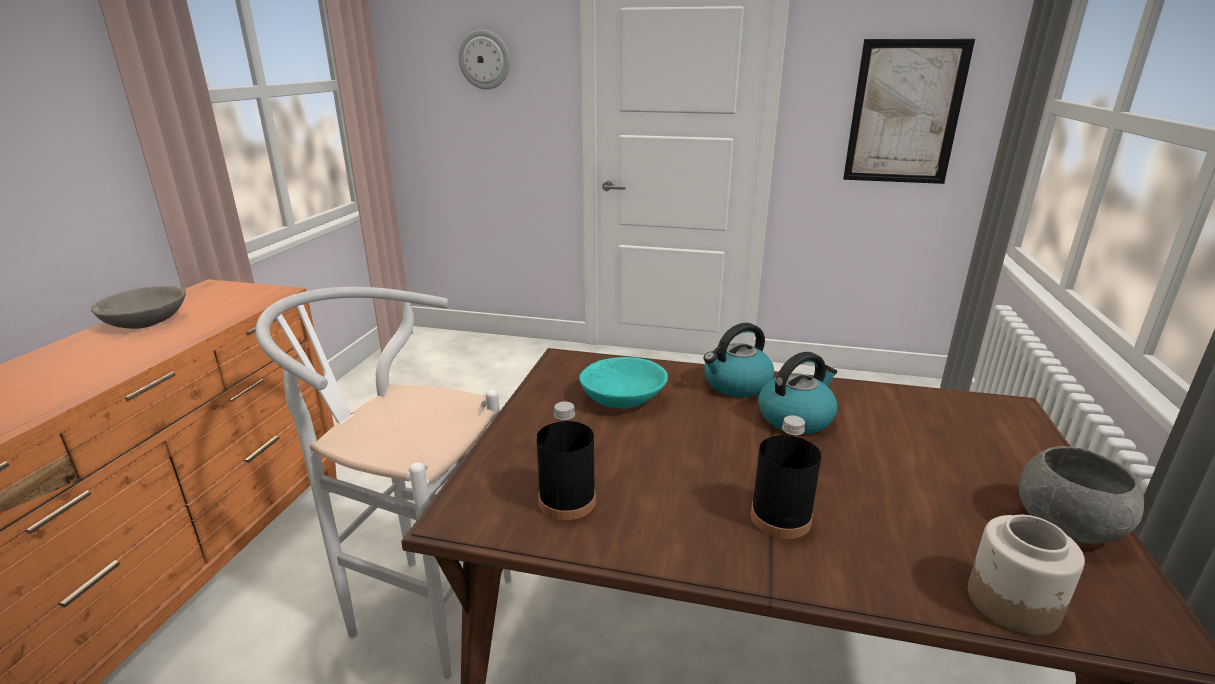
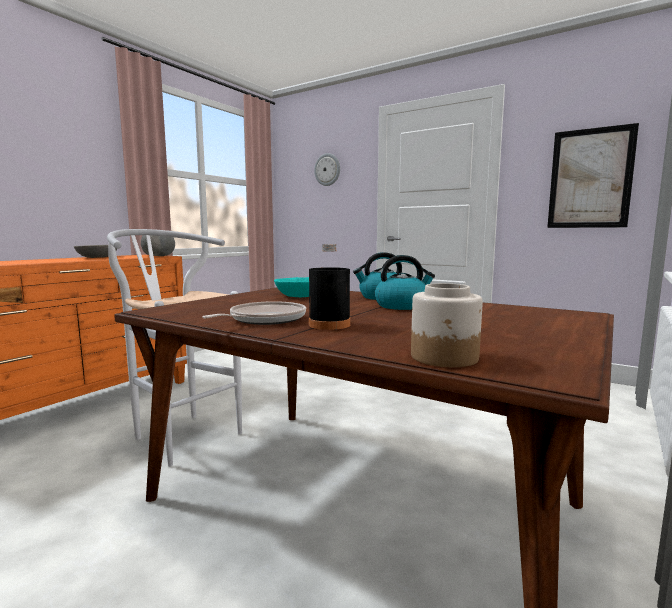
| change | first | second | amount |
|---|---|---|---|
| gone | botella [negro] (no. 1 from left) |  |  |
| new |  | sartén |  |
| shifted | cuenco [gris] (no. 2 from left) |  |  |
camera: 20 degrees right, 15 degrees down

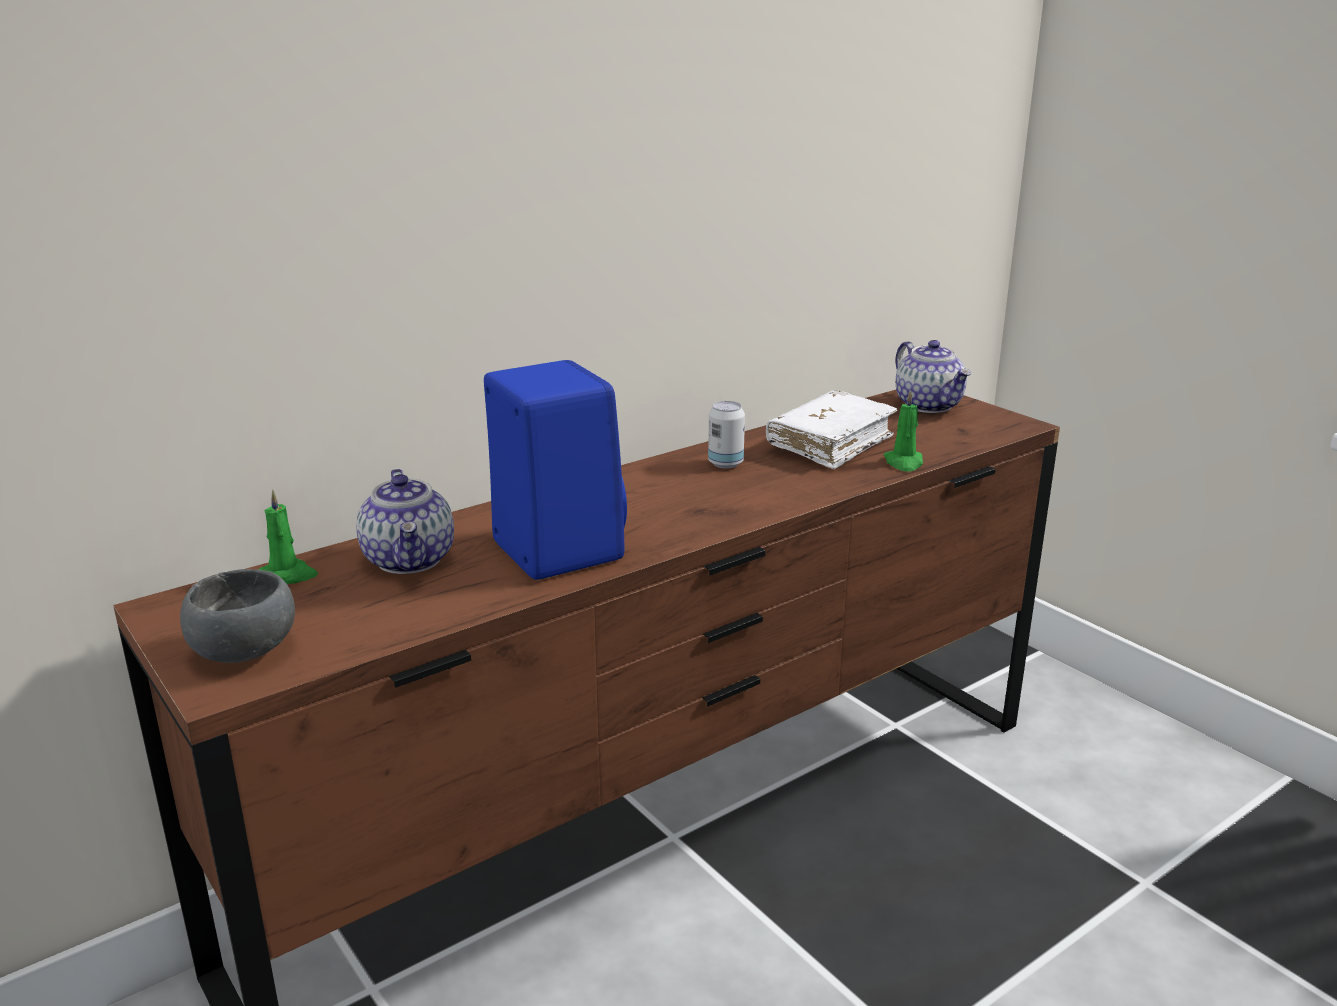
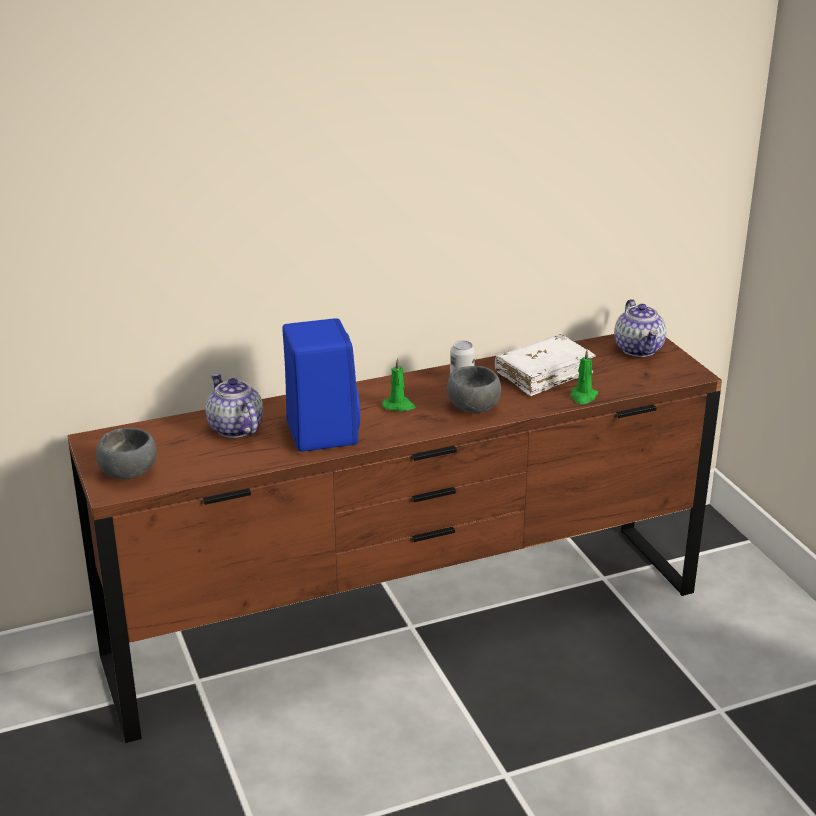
| change | first | second | amount |
|---|---|---|---|
| new |  | cuenco [gris] (no. 2 from left) |  |
| shifted | vela [verde] (no. 1 from left) |  |  |
| rotated | tetera (no. 1 from left) |  | 150 degrees clockwise |
camera: 15 degrees right, 5 degrees up

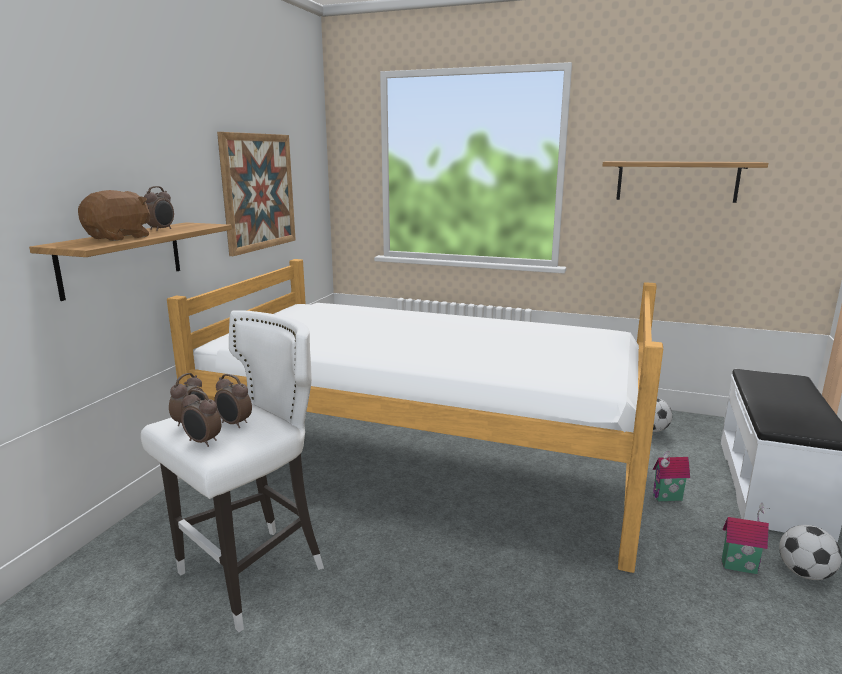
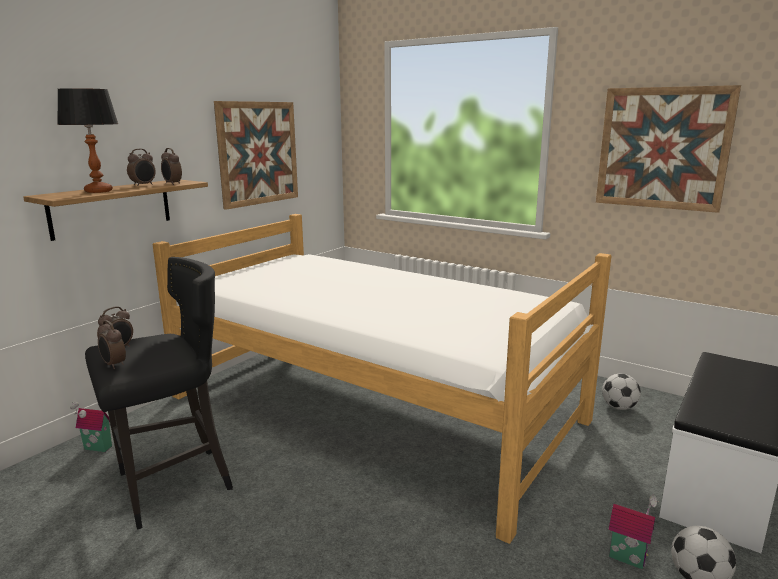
| change | first | second | amount |
|---|---|---|---|
| shifted | despertador (no. 4 from left) |  |  |
| shifted | casita (no. 1 from left) |  |  |
| swapped | peluche [marrón] | lámpara de mesa |  |
| swapped | estante (no. 2 from left) | cuadro (no. 2 from left) |  |
| repainted | taburete [blanco] | taburete [negro] |  |
camera: 15 degrees right, 0 degrees up

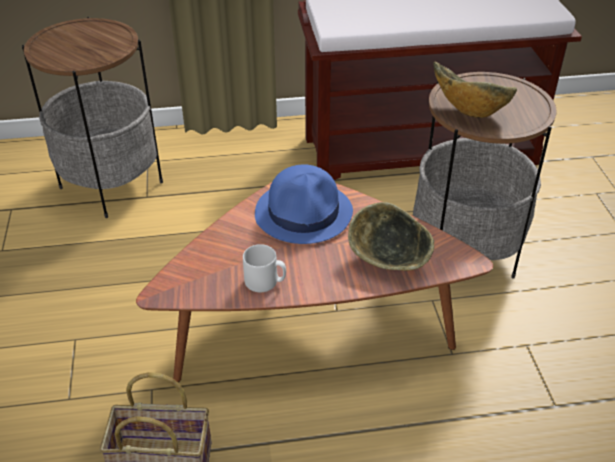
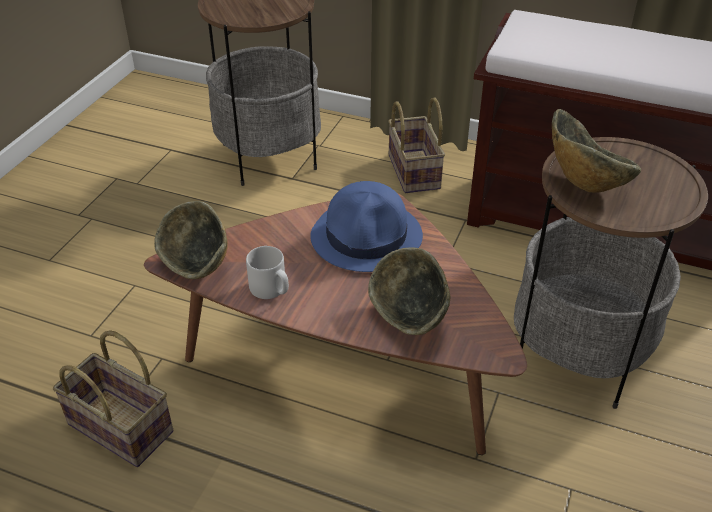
| change | first | second | amount |
|---|---|---|---|
| new |  | cuenco (no. 1 from left) |  |
| new |  | cesta (no. 2 from left) |  |
camera: 30 degrees right, 0 degrees up

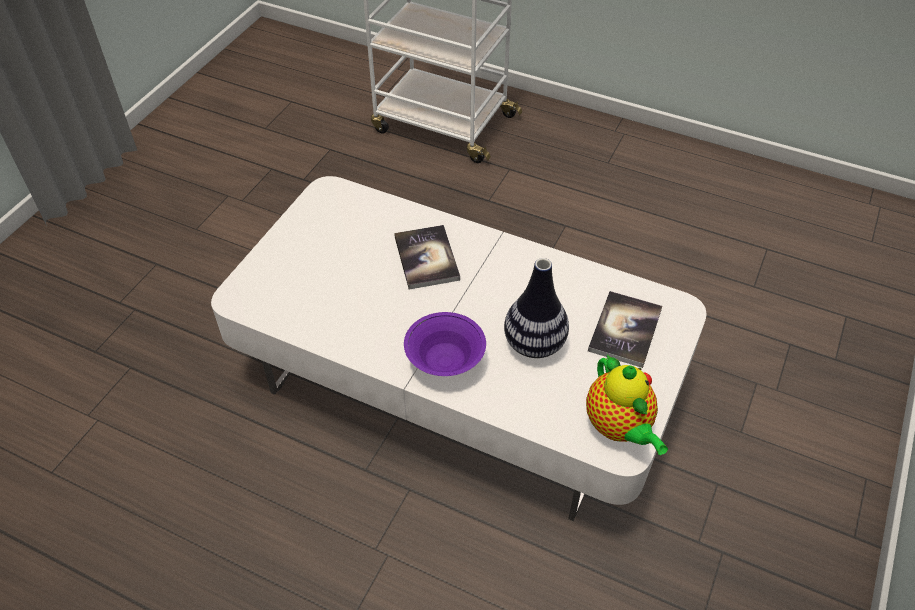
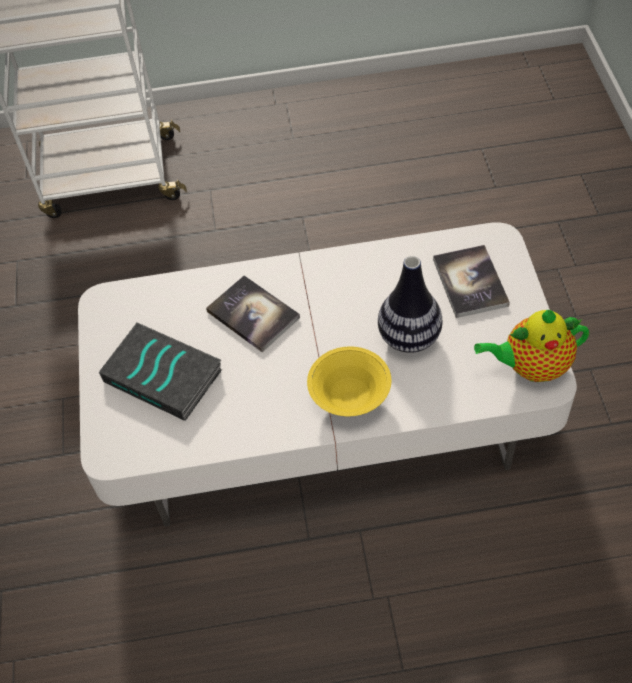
| change | first | second | amount |
|---|---|---|---|
| new |  | libro (no. 1 from left) |  |
| repainted | cuenco [morado] | cuenco [amarillo] |  |
| rotated | tetera |  | 135 degrees clockwise |
camera: 30 degrees left, 5 degrees up

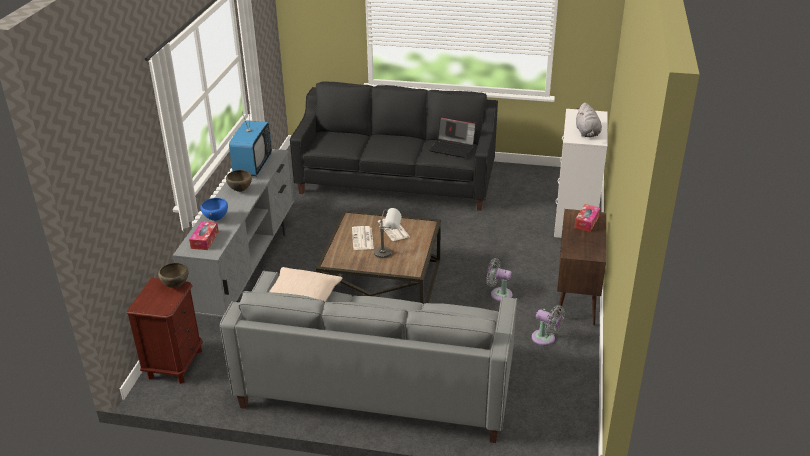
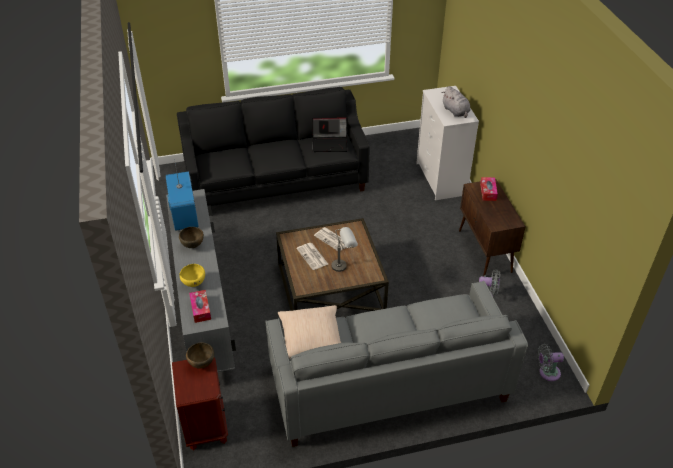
| change | first | second | amount |
|---|---|---|---|
| shifted | ventilador [gris] (no. 1 from left in the first image) | ventilador [gris] (no. 2 from left) |  |
| repainted | cuenco [azul] | cuenco [amarillo] |  |
camera: 25 degrees left, 10 degrees up

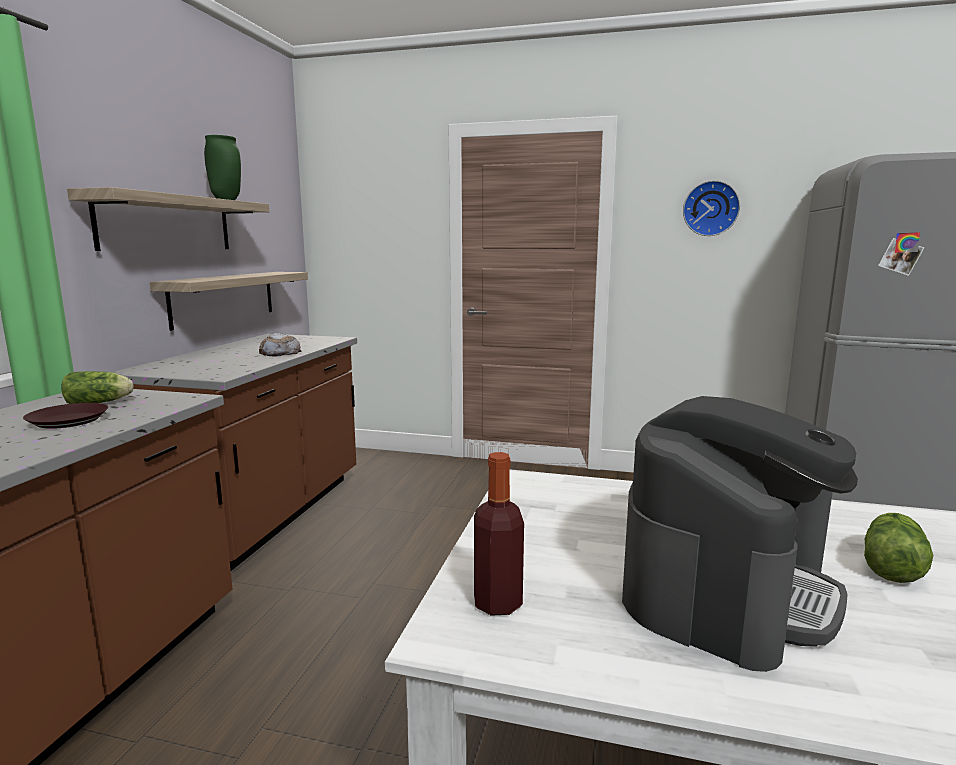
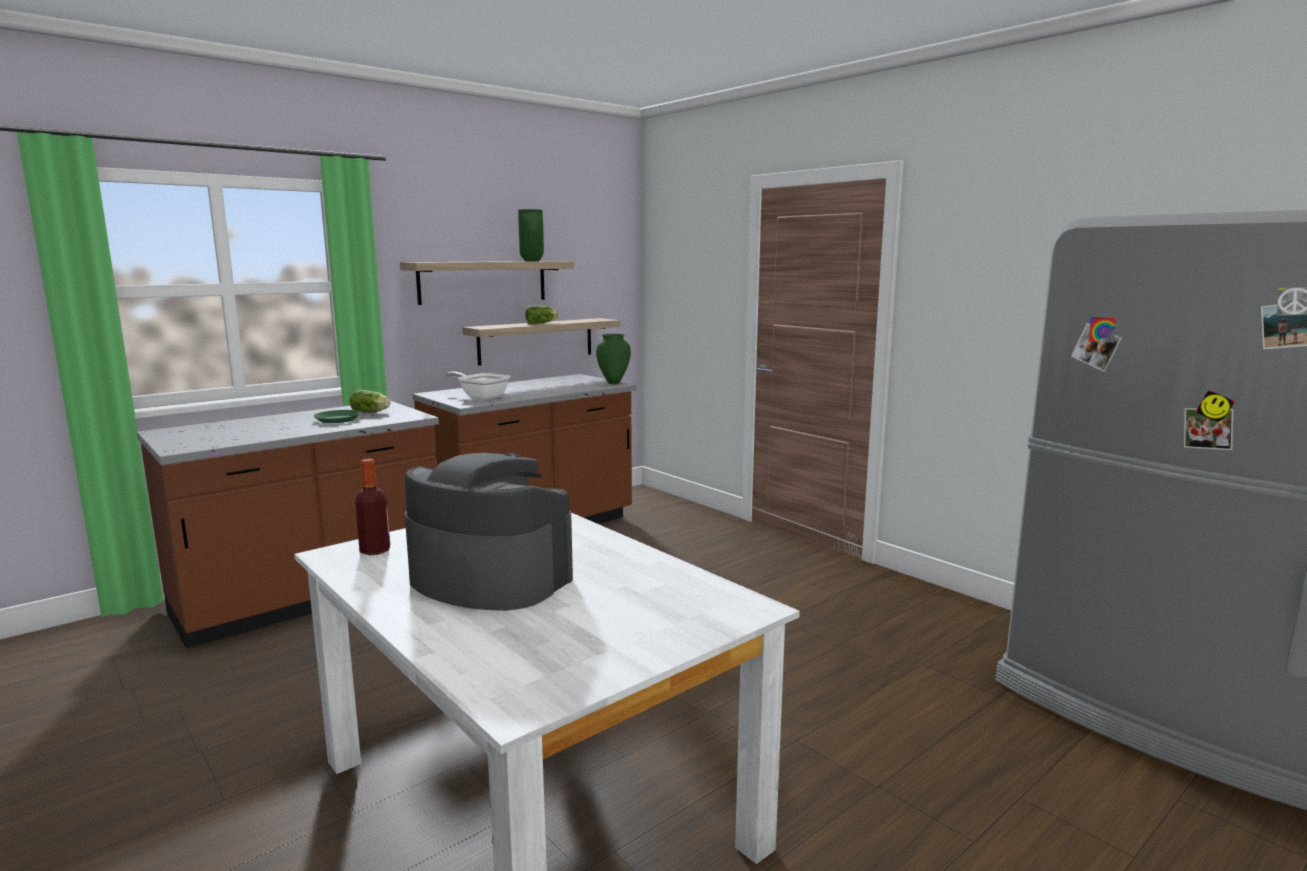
| change | first | second | amount |
|---|---|---|---|
| gone | pan |  |  |
| gone | reloj de pared |  |  |
| new |  | sartén |  |
| new |  | florero [verde] (no. 2 from left) |  |
| shifted | lechuga (no. 2 from left) |  |  |
| repainted | plato [marrón] | plato [verde] |  |
| rotated | cafetera |  | 135 degrees counterclockwise |
camera: 35 degrees right, 0 degrees up

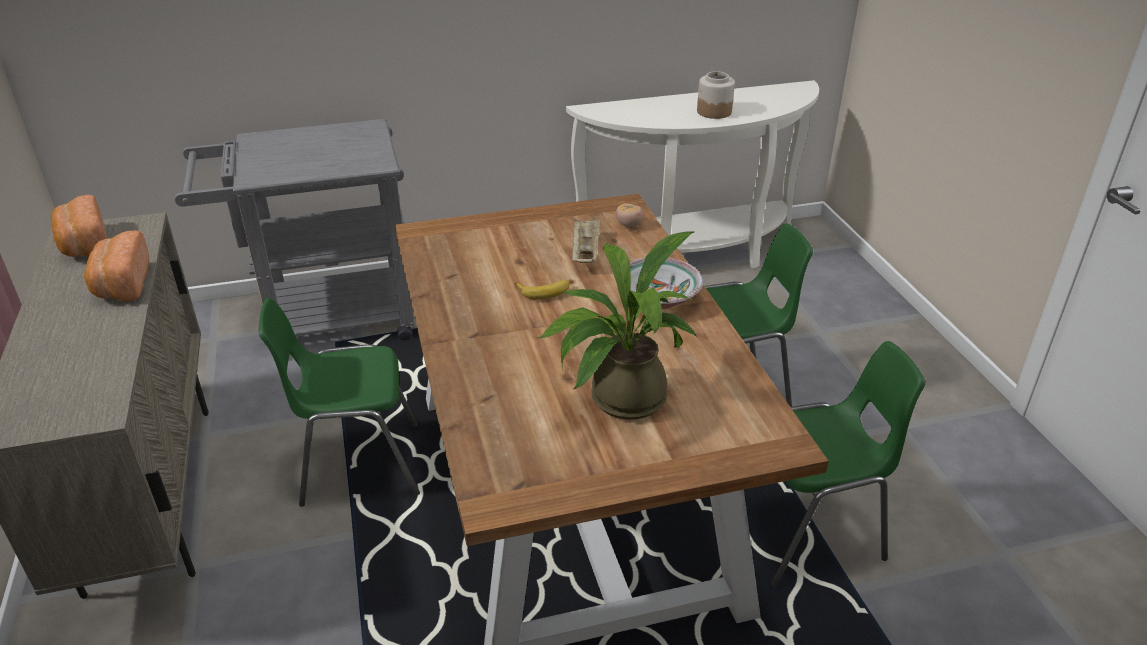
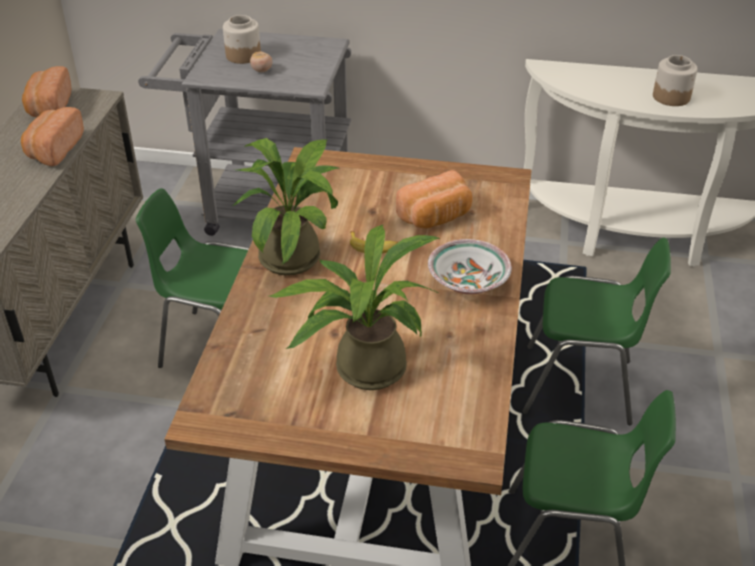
| change | first | second | amount |
|---|---|---|---|
| new |  | tarro (no. 1 from left) |  |
| new |  | planta en maceta (no. 1 from left) |  |
| shifted | tomate |  |  |
| swapped | bandeja [beis] | pan (no. 3 from left) |  |
camera: 25 degrees right, 5 degrees up

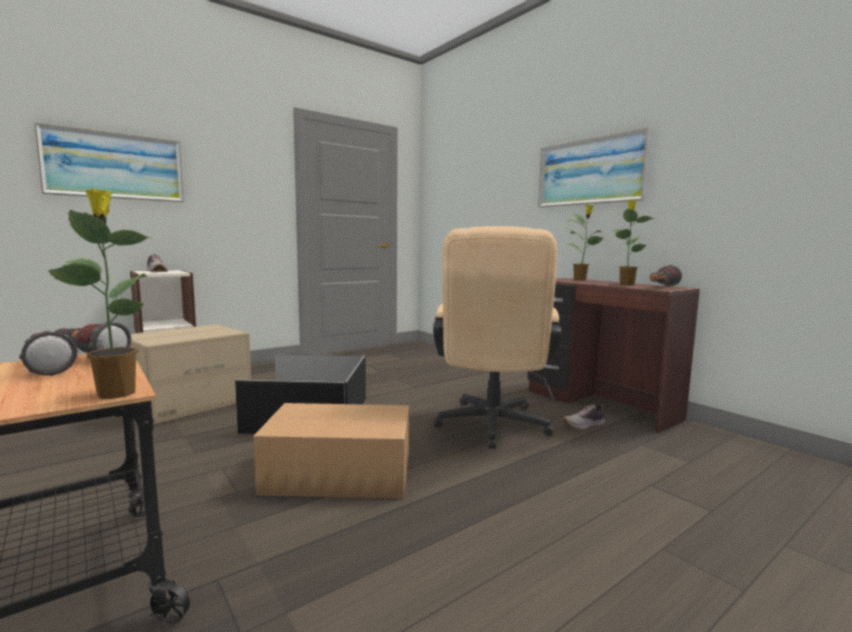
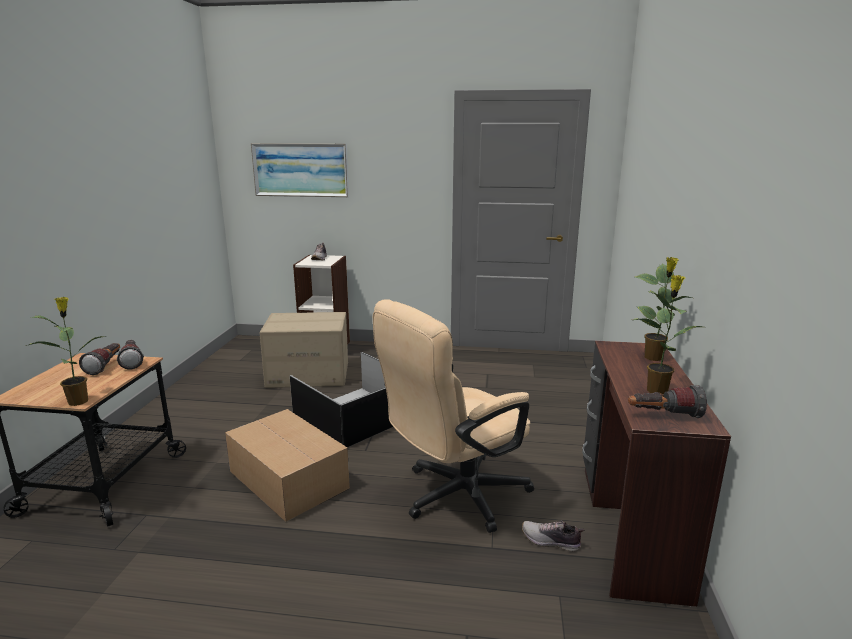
| change | first | second | amount |
|---|---|---|---|
| gone | cuadro (no. 2 from left) |  |  |
camera: 45 degrees right, 10 degrees up

